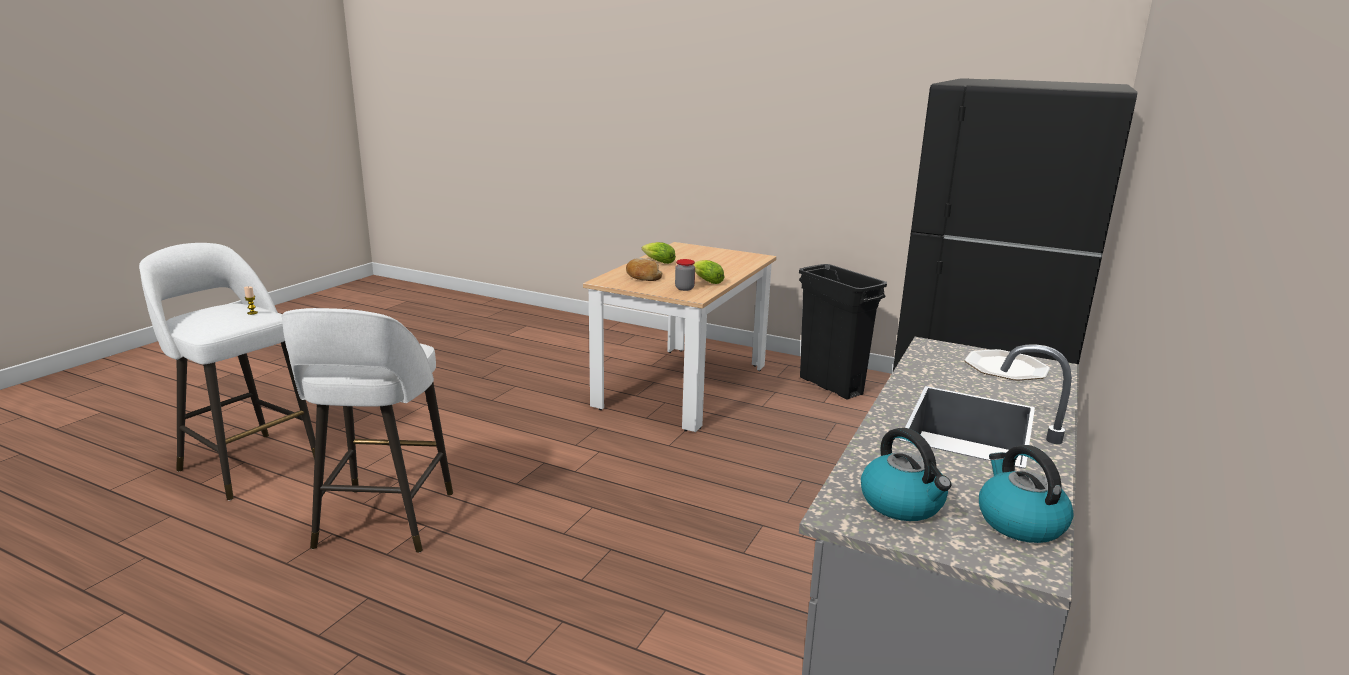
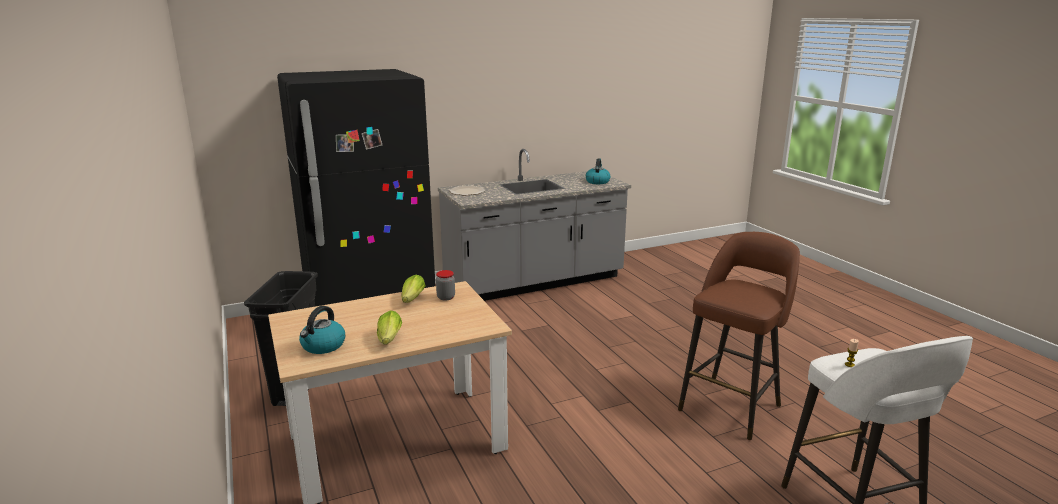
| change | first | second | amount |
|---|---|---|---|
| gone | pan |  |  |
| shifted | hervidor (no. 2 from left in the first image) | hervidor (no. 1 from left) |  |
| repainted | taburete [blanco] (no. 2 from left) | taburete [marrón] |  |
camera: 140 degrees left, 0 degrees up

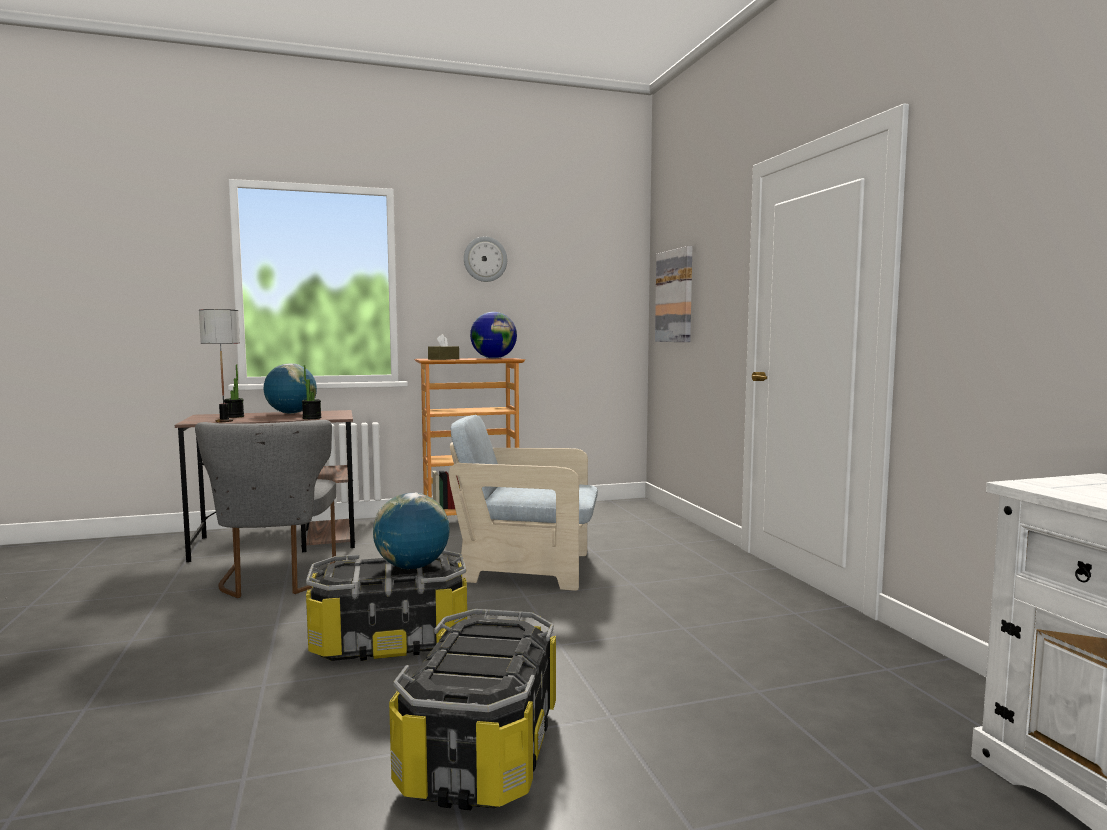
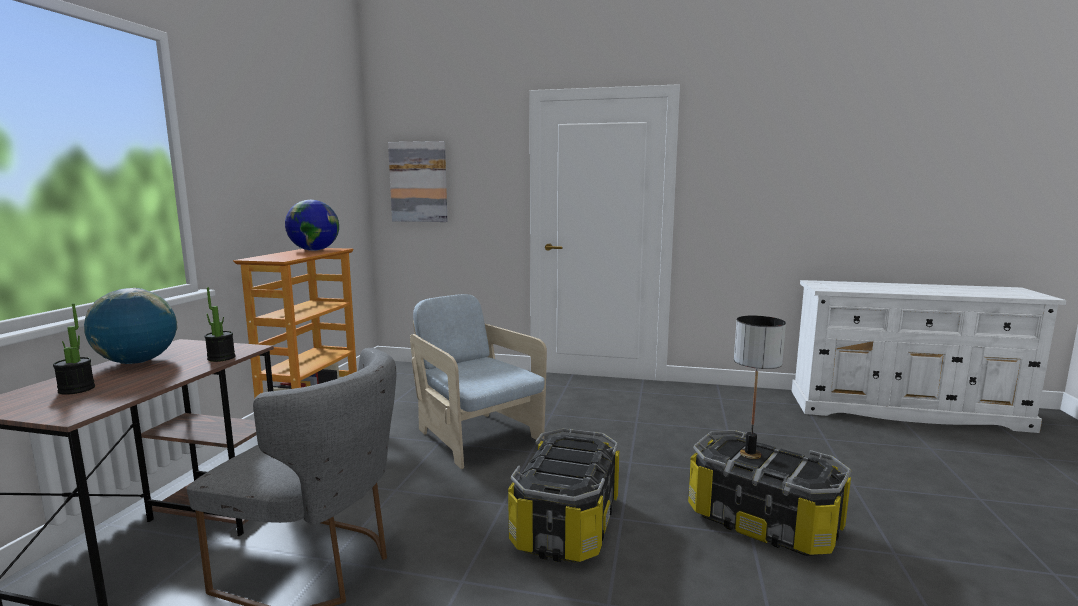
| change | first | second | amount |
|---|---|---|---|
| gone | globo terráqueo (no. 2 from left) |  |  |
| gone | caja de pañuelos [marrón] |  |  |
| gone | reloj de pared |  |  |
| shifted | lámpara de mesa |  |  |
| rotated | sillón [beis] |  | 105 degrees clockwise |
camera: 60 degrees left, 5 degrees up

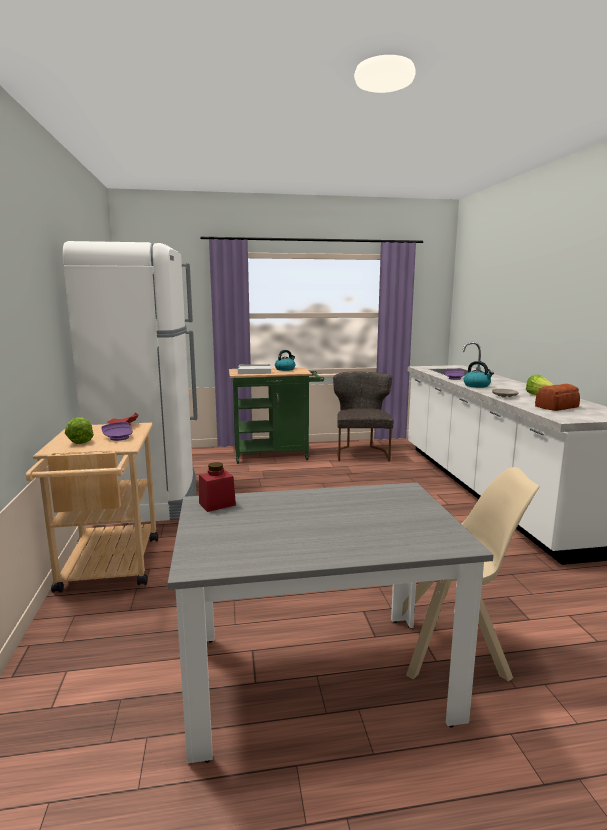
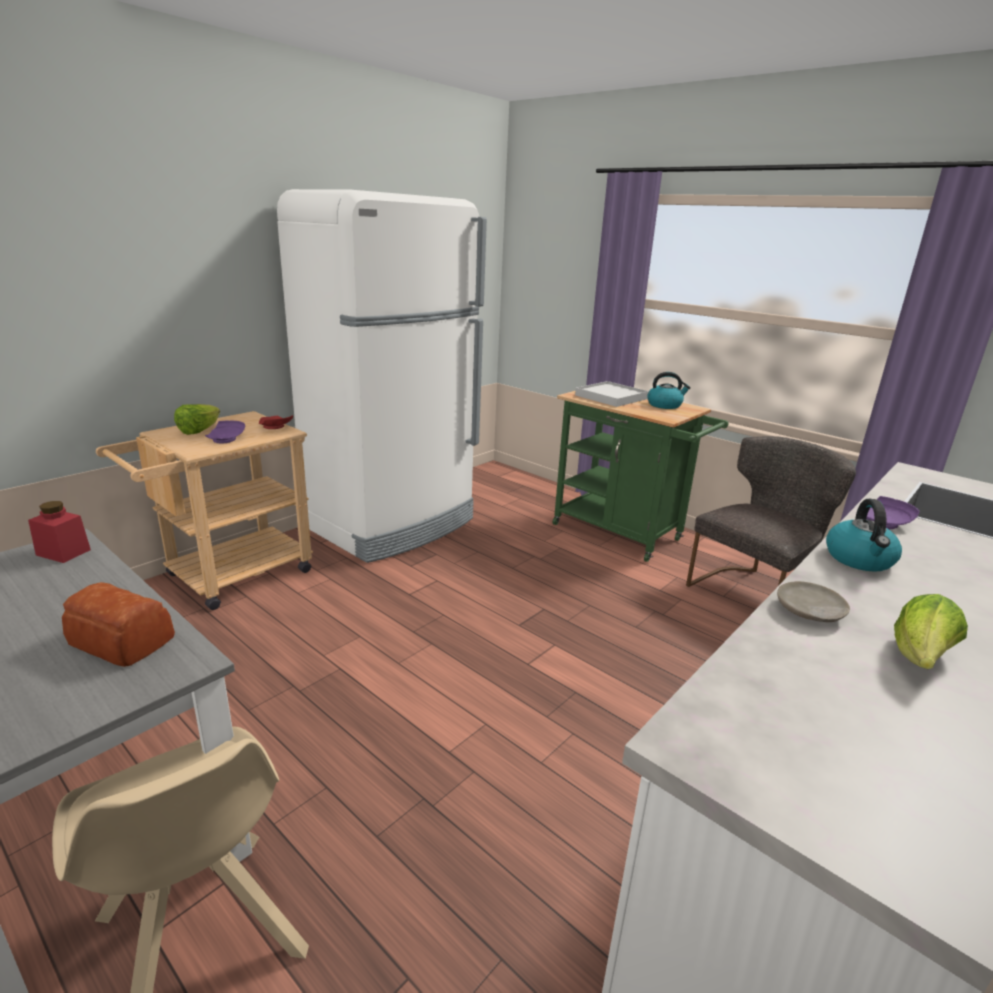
| change | first | second | amount |
|---|---|---|---|
| shifted | pan |  |  |
camera: 50 degrees right, 10 degrees up

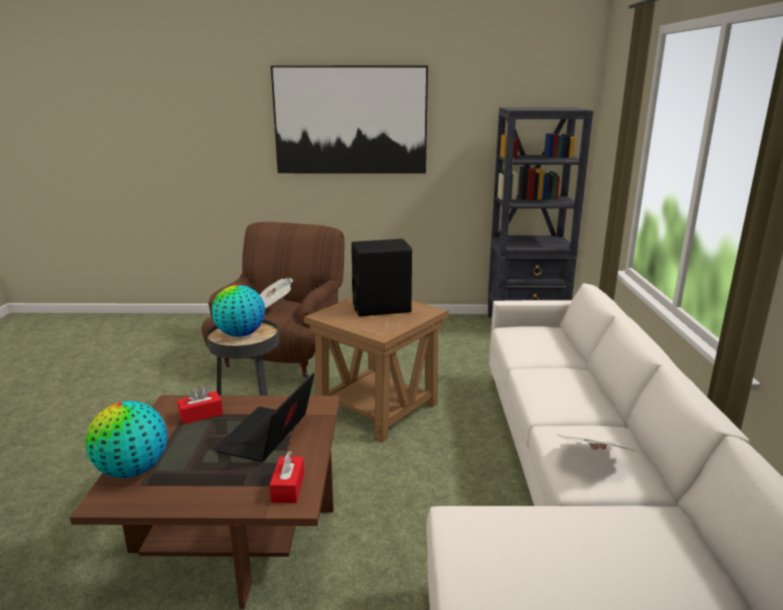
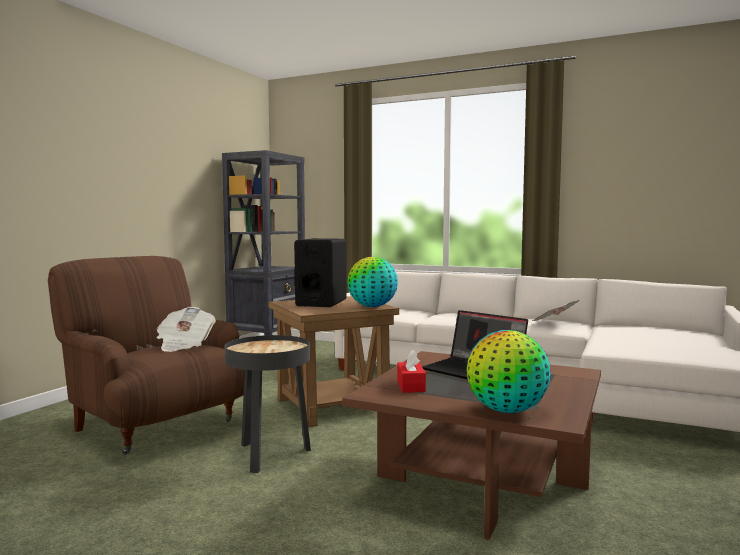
| change | first | second | amount |
|---|---|---|---|
| gone | caja de pañuelos [rojo] (no. 2 from left) |  |  |
| gone | cuadro |  |  |
| shifted | globo terráqueo (no. 2 from left in the first image) | globo terráqueo (no. 1 from left) |  |
camera: 65 degrees left, 15 degrees down

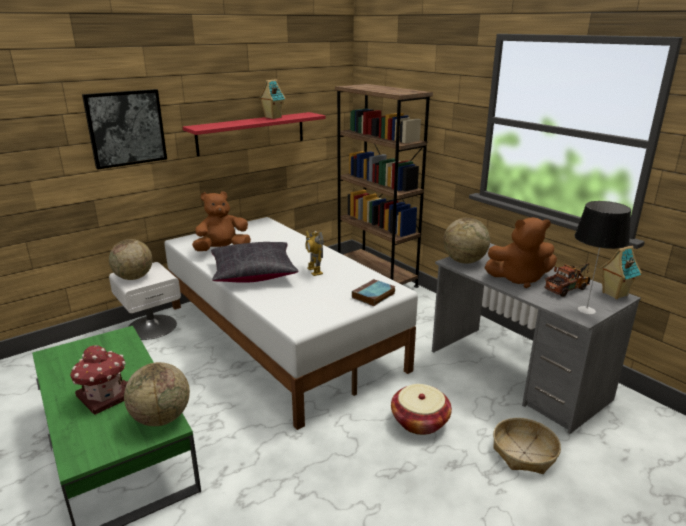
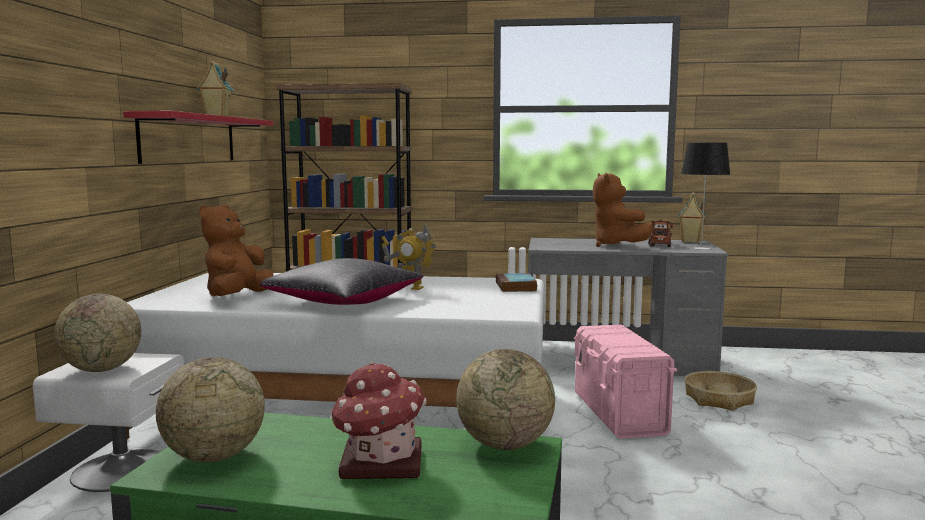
| change | first | second | amount |
|---|---|---|---|
| gone | cuadro |  |  |
| shifted | globo terráqueo (no. 3 from left in the first image) | globo terráqueo (no. 2 from left) |  |
| swapped | cesta (no. 1 from left) | caja de almacenaje [rosa] |  |
| rotated | peluche [marrón] (no. 2 from left) |  | 120 degrees clockwise |
camera: 45 degrees left, 15 degrees down

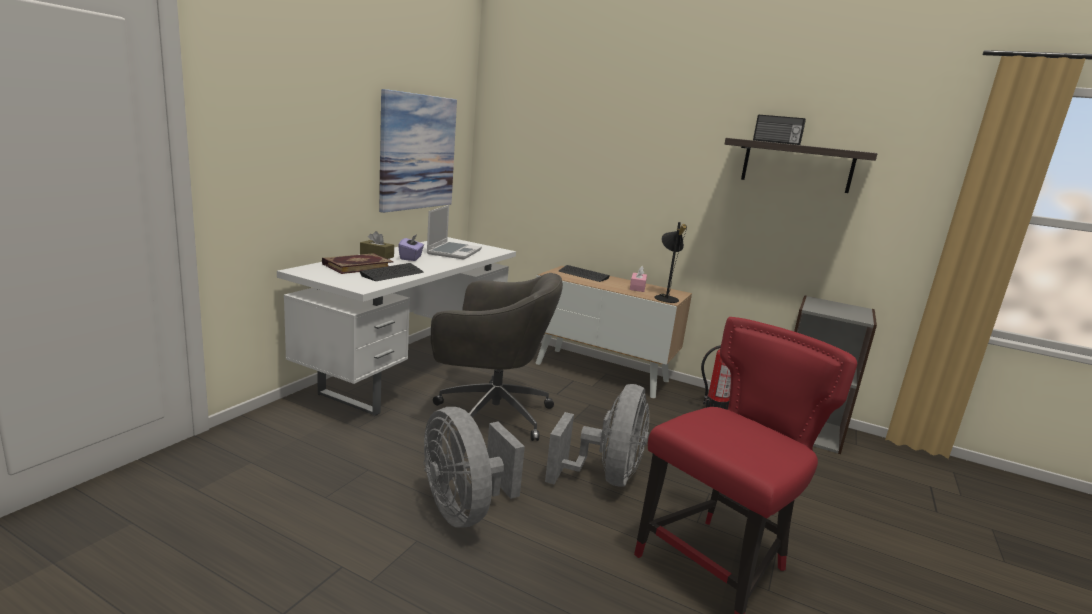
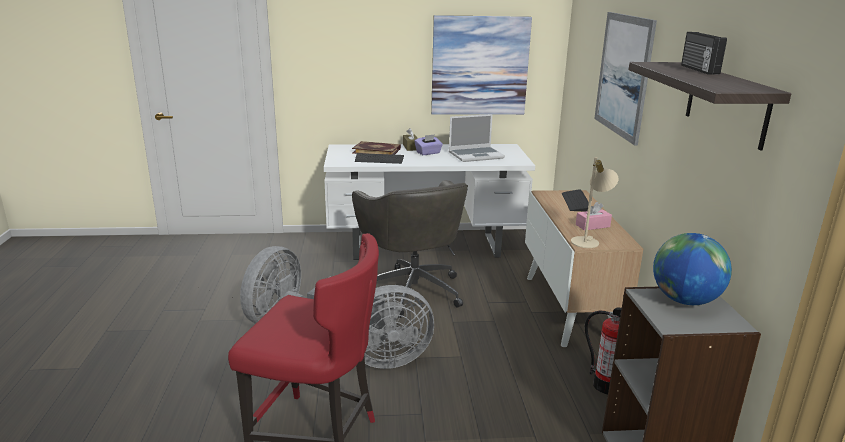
| change | first | second | amount |
|---|---|---|---|
| new |  | cuadro (no. 2 from left) |  |
| new |  | globo terráqueo |  |
| repainted | lámpara de mesa [negro] | lámpara de mesa [beis] |  |
camera: 60 degrees right, 5 degrees up

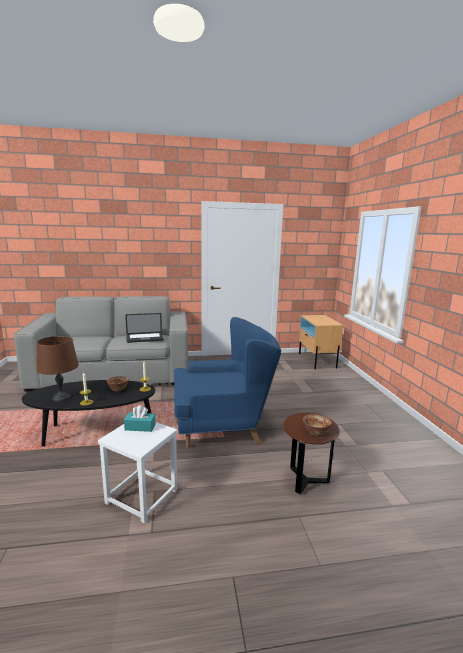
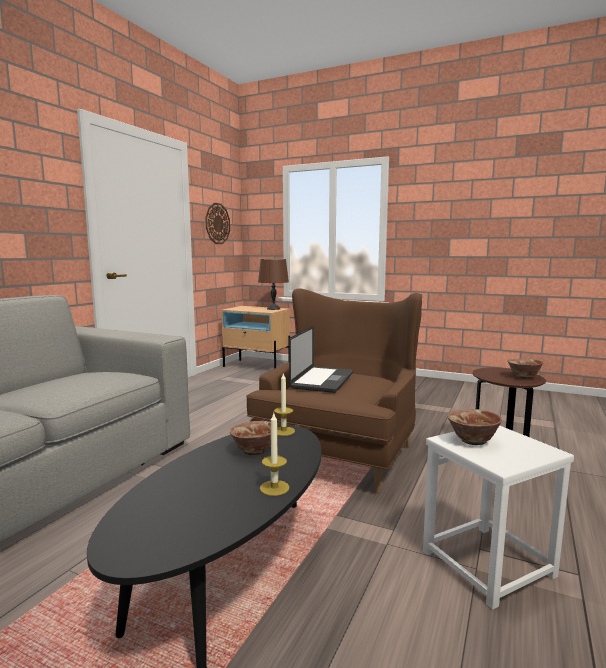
| change | first | second | amount |
|---|---|---|---|
| new |  | reloj de pared |  |
| shifted | lámpara de mesa [marrón] |  |  |
| shifted | portátil |  |  |
| swapped | caja de pañuelos [turquesa] | cuenco (no. 2 from left) |  |
| repainted | sillón [azul] | sillón [marrón] |  |
camera: 55 degrees left, 5 degrees down

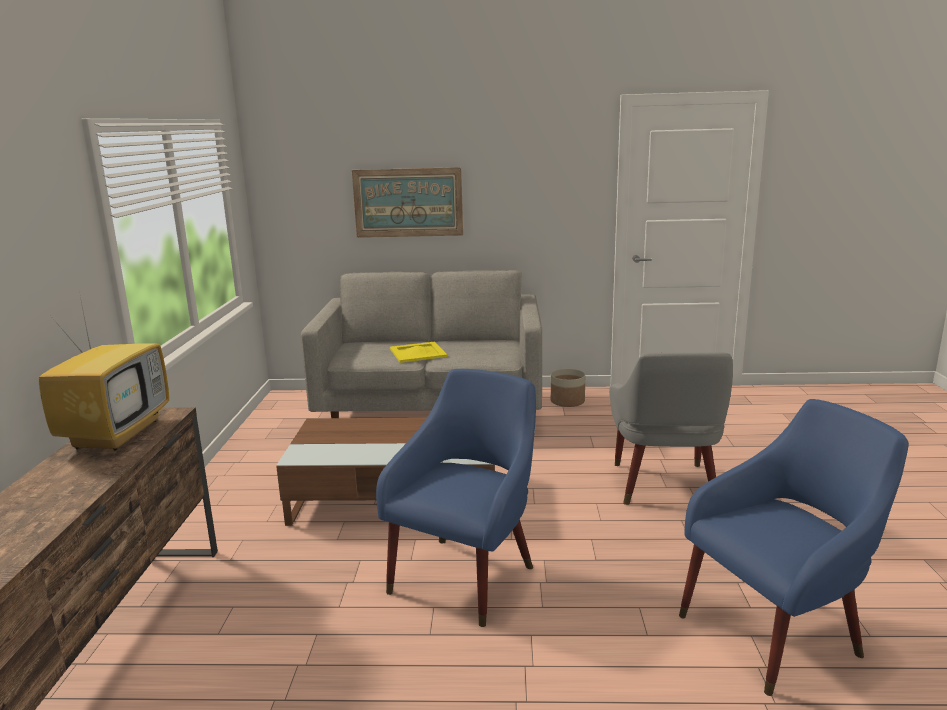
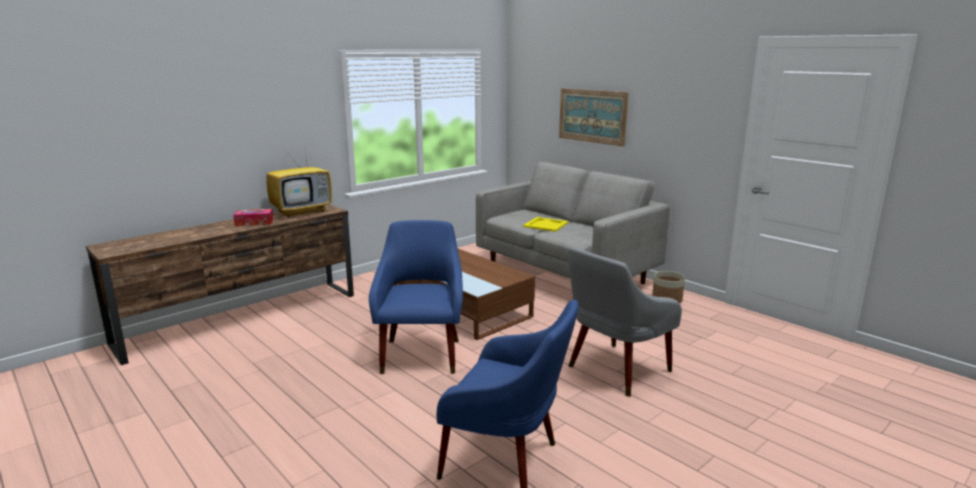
| change | first | second | amount |
|---|---|---|---|
| new |  | caja de pañuelos |  |
| rotated | sillón [azul] (no. 1 from left) |  | 75 degrees counterclockwise |
camera: 45 degrees right, 0 degrees up

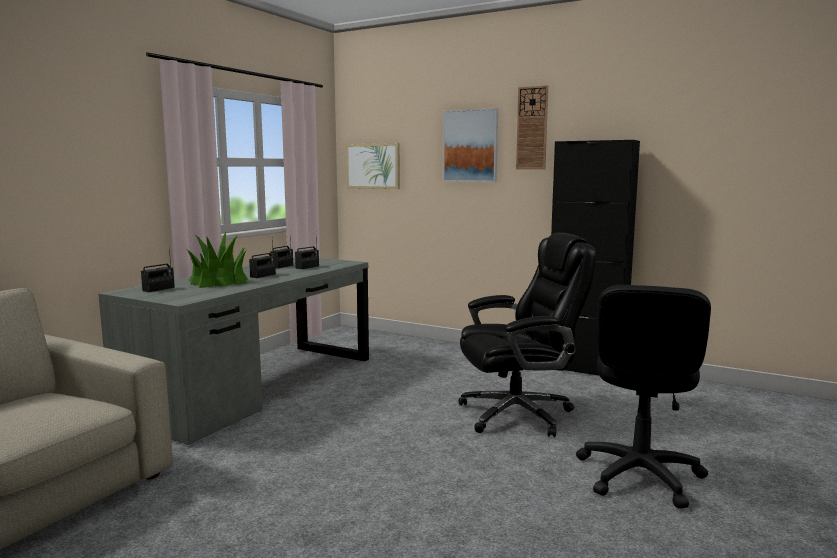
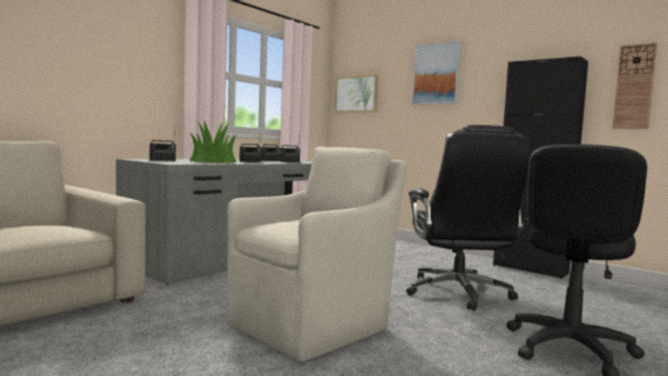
| change | first | second | amount |
|---|---|---|---|
| new |  | sillón [beis] |  |
| shifted | reloj de pared |  |  |
| rotated | silla de oficina [negro] (no. 1 from left) |  | 90 degrees clockwise |
camera: 10 degrees right, 5 degrees down

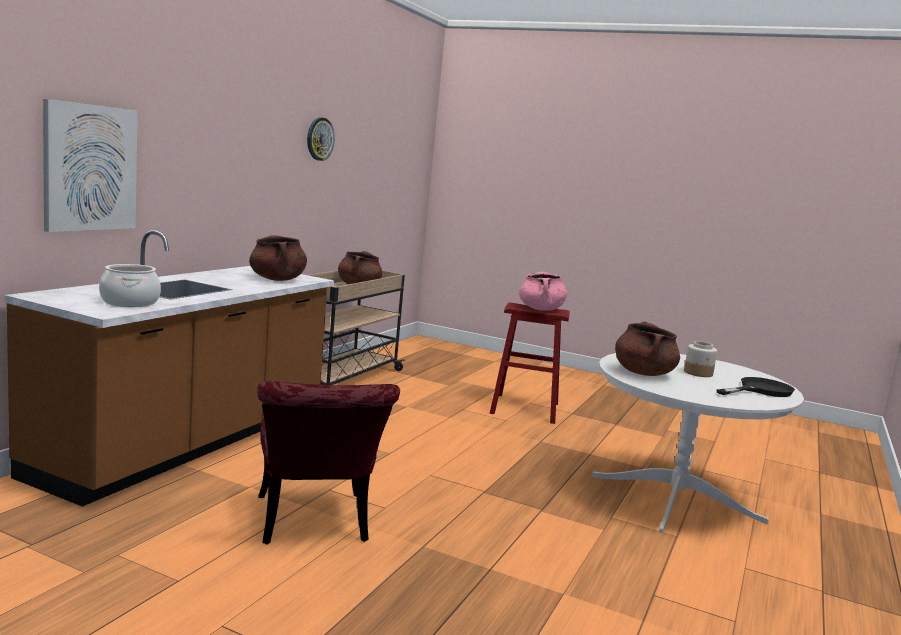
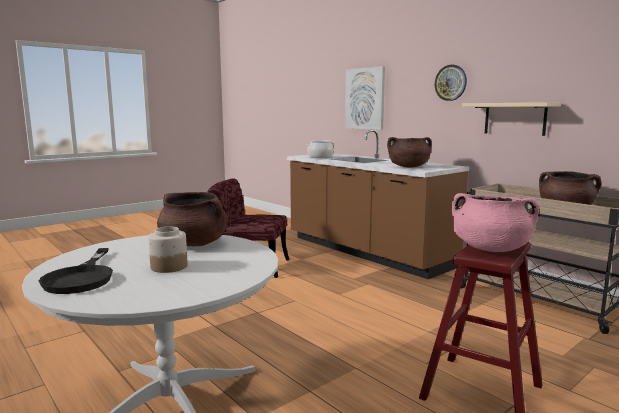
| change | first | second | amount |
|---|---|---|---|
| new |  | estante [beis] |  |
| shifted | reloj de pared |  |  |
camera: 115 degrees right, 0 degrees up

